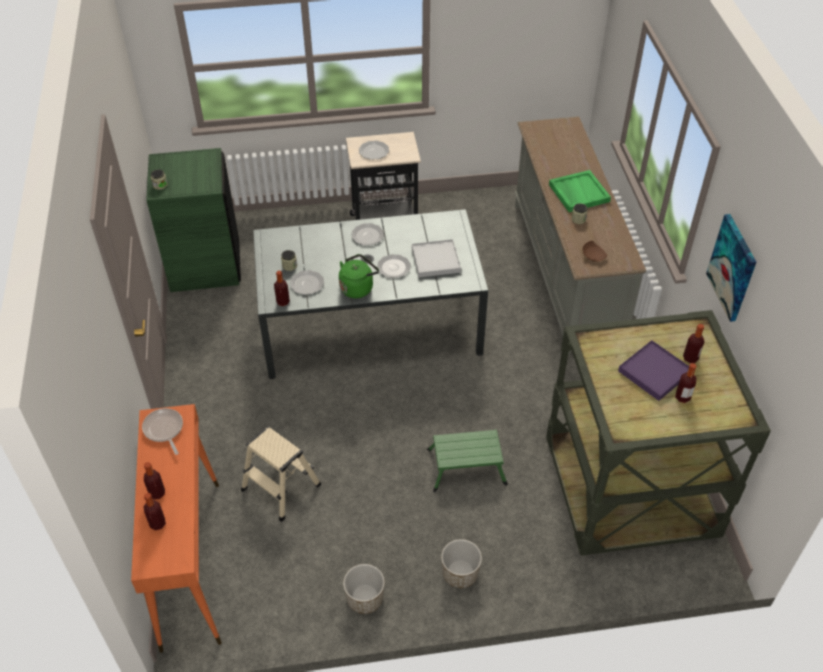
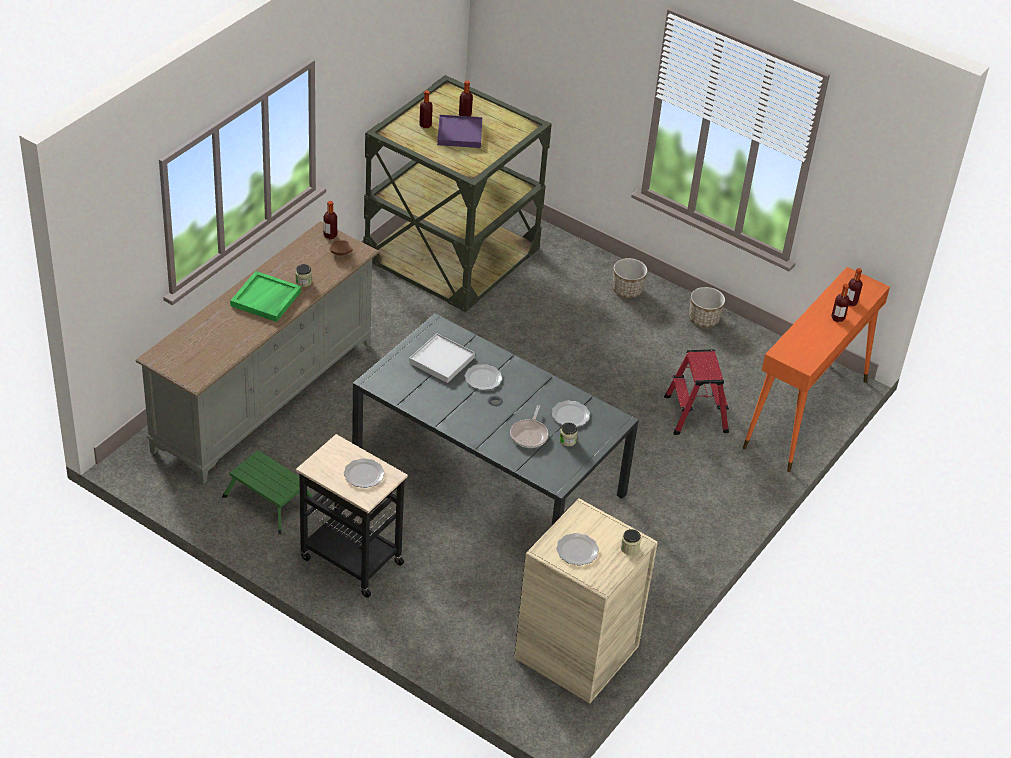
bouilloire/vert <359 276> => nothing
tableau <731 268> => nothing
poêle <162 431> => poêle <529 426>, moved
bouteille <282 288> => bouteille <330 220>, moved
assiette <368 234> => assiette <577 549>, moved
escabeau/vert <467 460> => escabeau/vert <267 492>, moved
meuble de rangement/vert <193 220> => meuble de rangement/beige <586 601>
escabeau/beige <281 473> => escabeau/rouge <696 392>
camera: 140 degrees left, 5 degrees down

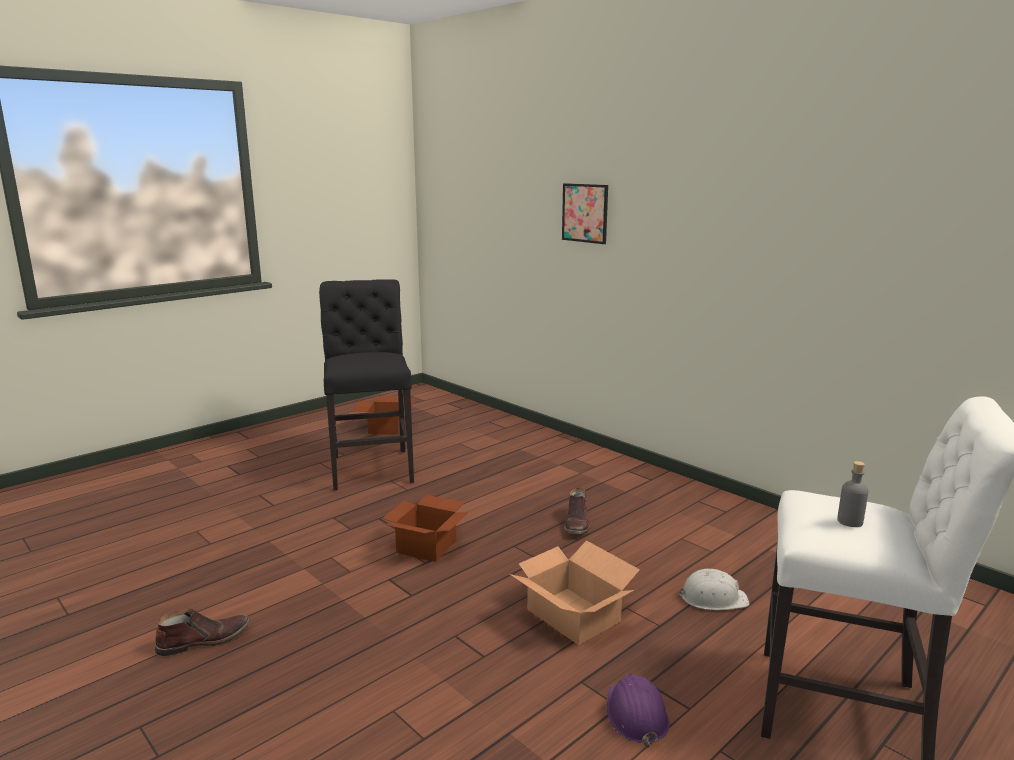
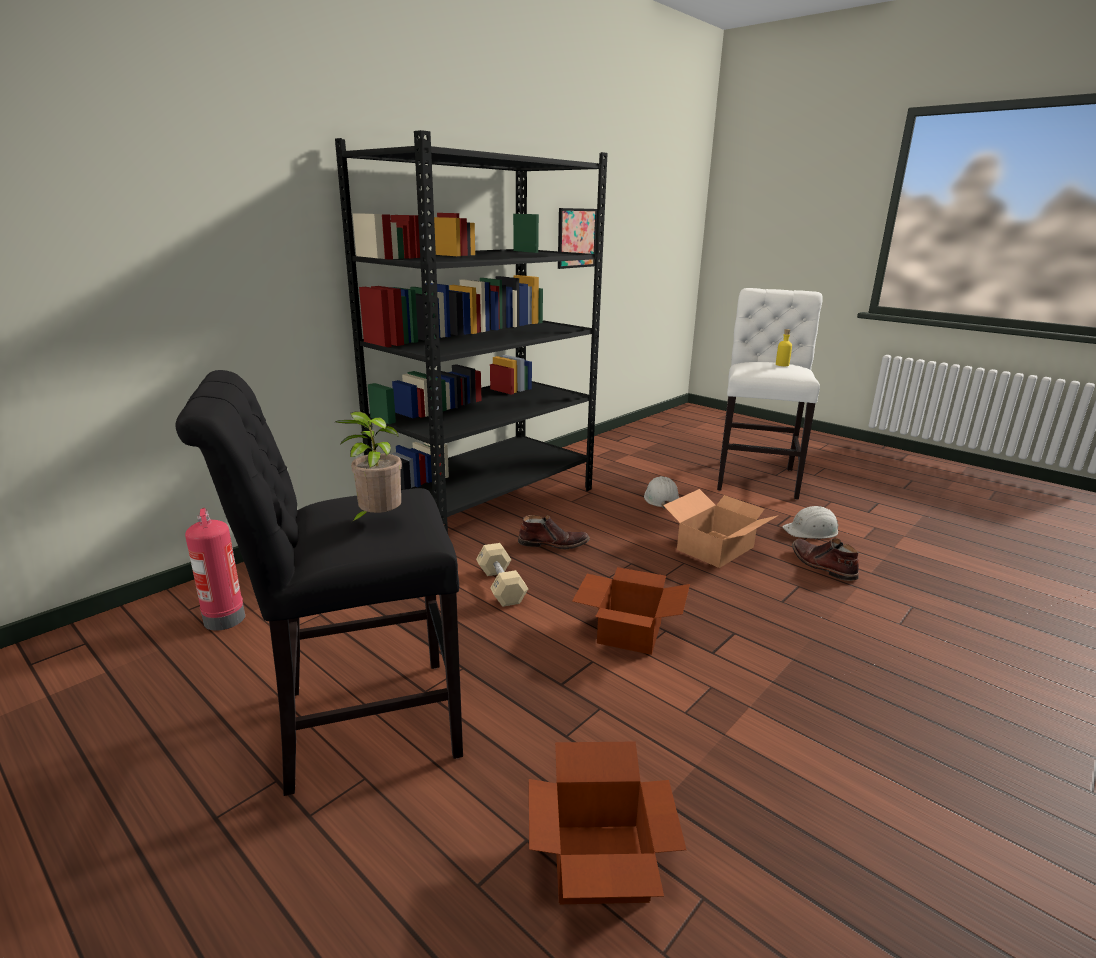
nothing => extincteur <215 569>
nothing => bibliothèque/noir <471 331>
nothing => plante en pot <368 468>
nothing => haltère/beige <502 575>
botte/marron <203 632> => botte/marron <825 559>, moved
carton <384 415> => carton <608 823>, moved
tableau <585 213> => tableau <577 238>, moved
casque de chantier/violet <638 710> => casque de chantier/blanc <810 522>
bouteille/gris <852 494> => bouteille/jaune <784 347>
camera: 95 degrees left, 5 degrees up

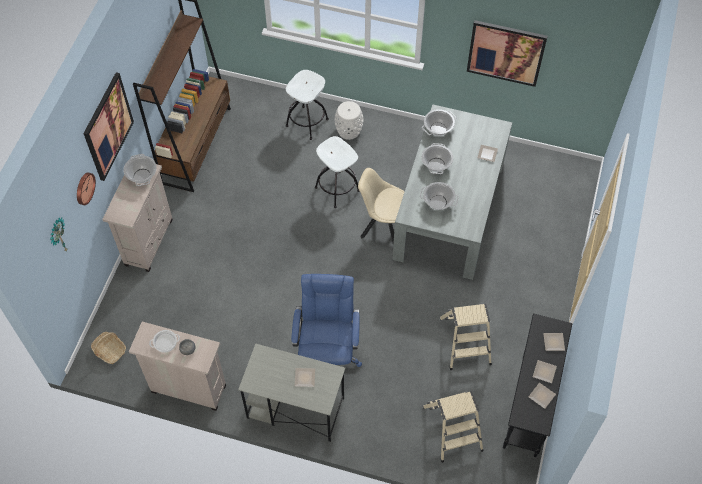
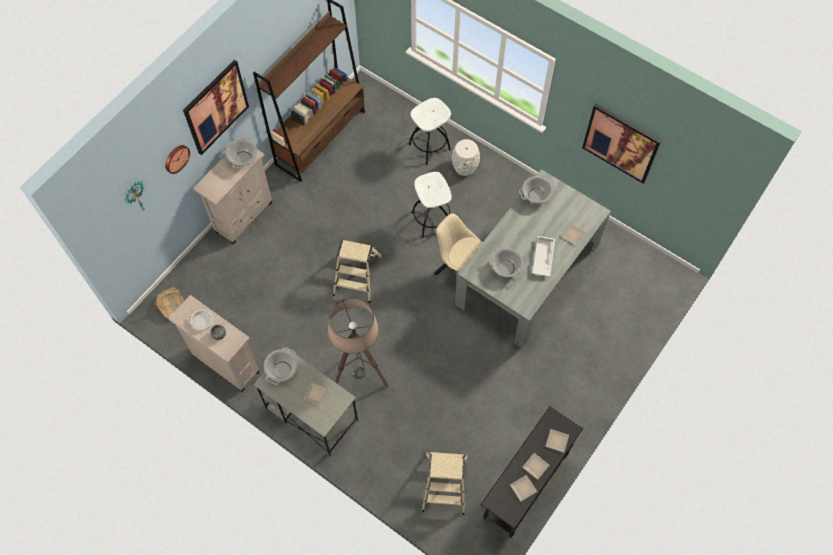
nothing => plateau/blanc <543 256>
marmite <437 158> => marmite <281 366>, moved
escabeau/beige <466 337> => escabeau/beige <358 271>, moved
chaise de bureau/bleu <326 320> => lampadaire <358 343>
camera: 20 degrees right, 5 degrees up

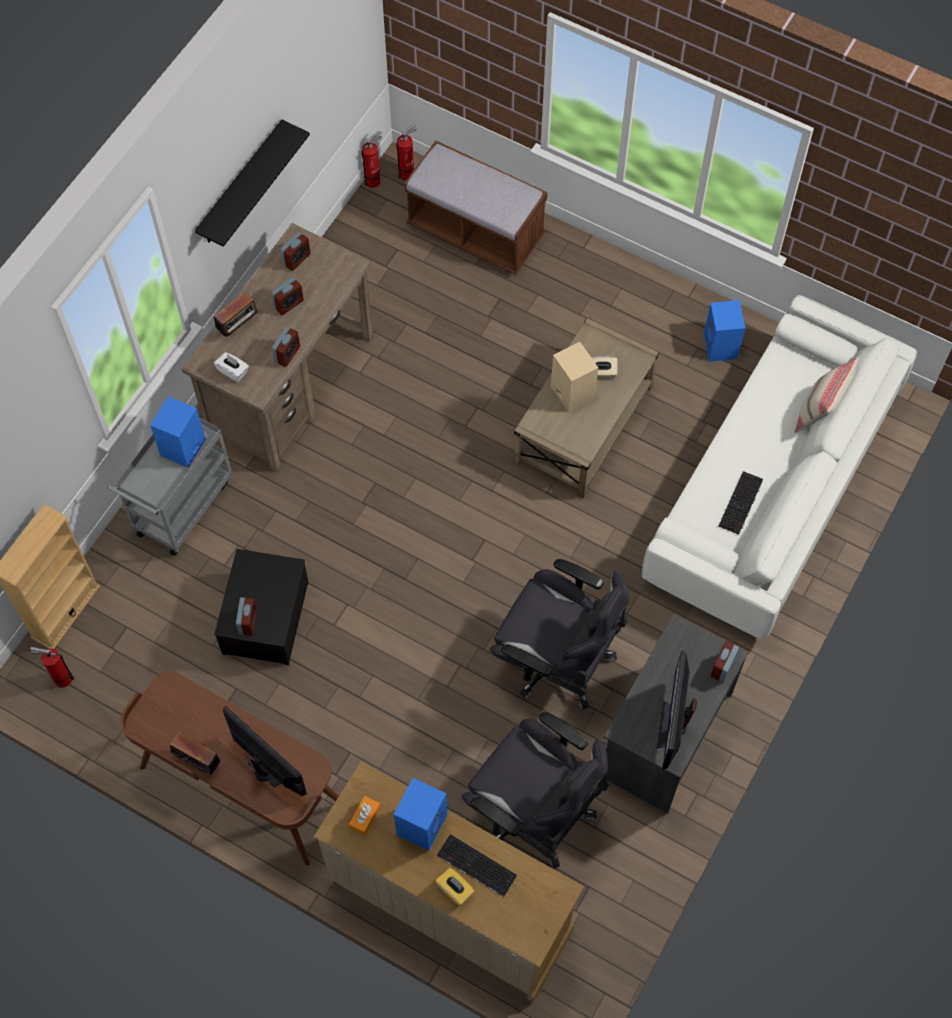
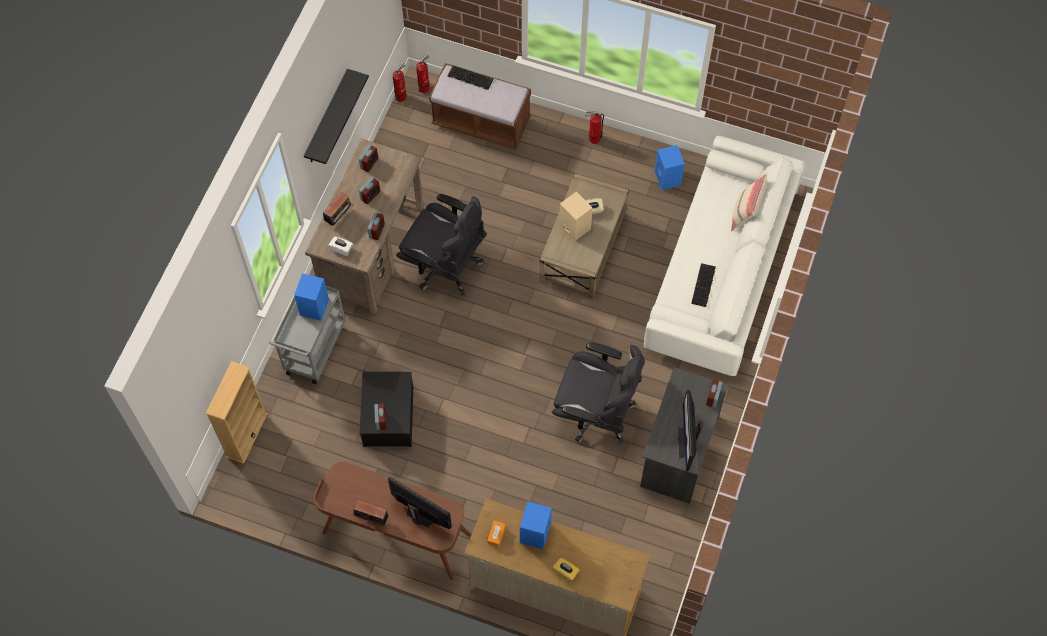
extincteur <52 667> => extincteur <594 127>, moved
clavier <477 865> => clavier <471 77>, moved
chaise de bureau/noir <535 790> => chaise de bureau/noir <441 245>, moved
camera: 10 degrees left, 0 degrees up

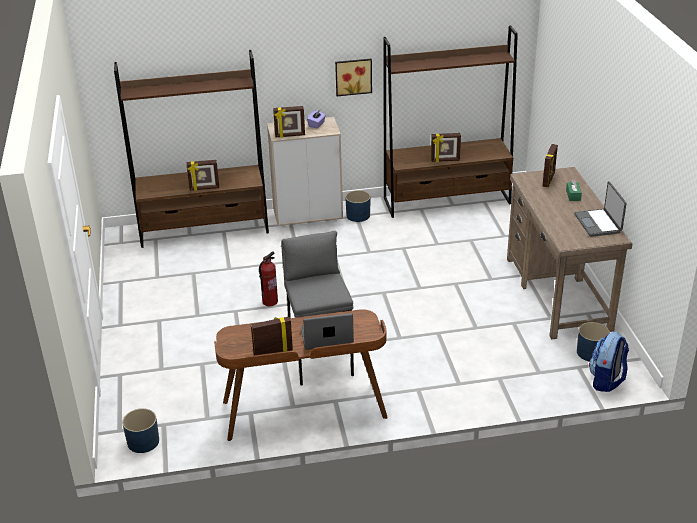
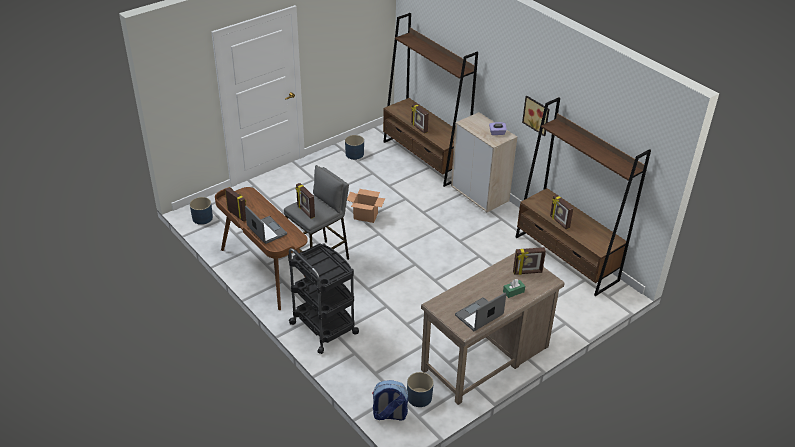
nothing => chariot/noir <324 298>
cadre photo <289 122> => cadre photo <305 201>, moved
cache-pot/bleu <357 206> => cache-pot/bleu <354 147>, moved
extincteur <268 278> => carton <366 206>
camera: 60 degrees right, 5 degrees up

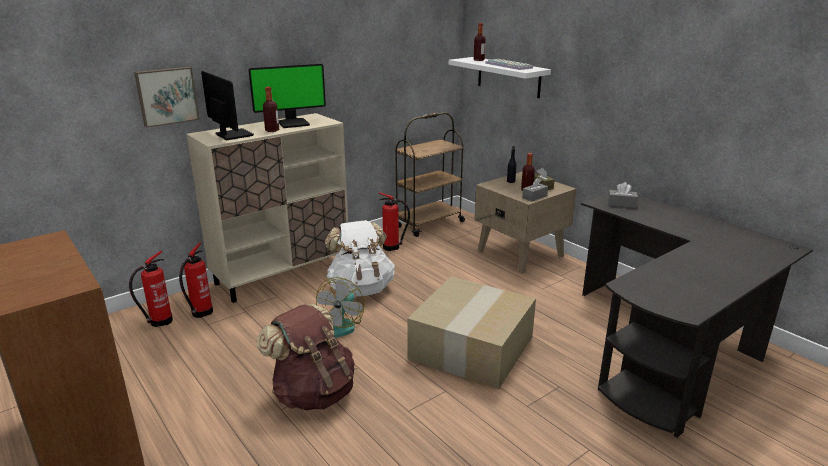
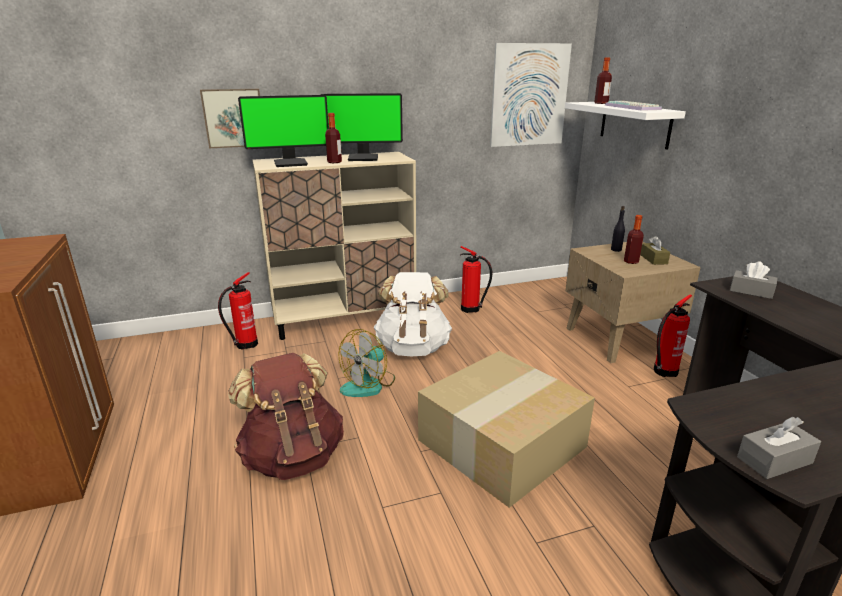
chariot/marron <430 174> => nothing
nothing => tableau <531 95>
extincteur <151 289> => extincteur <673 335>, moved
boîte à mouchoirs/gris <535 189> => boîte à mouchoirs/gris <779 448>, moved
écran d'ordinateur <227 105> => écran d'ordinateur <283 131>, 90 degrees clockwise
camera: 20 degrees right, 0 degrees up

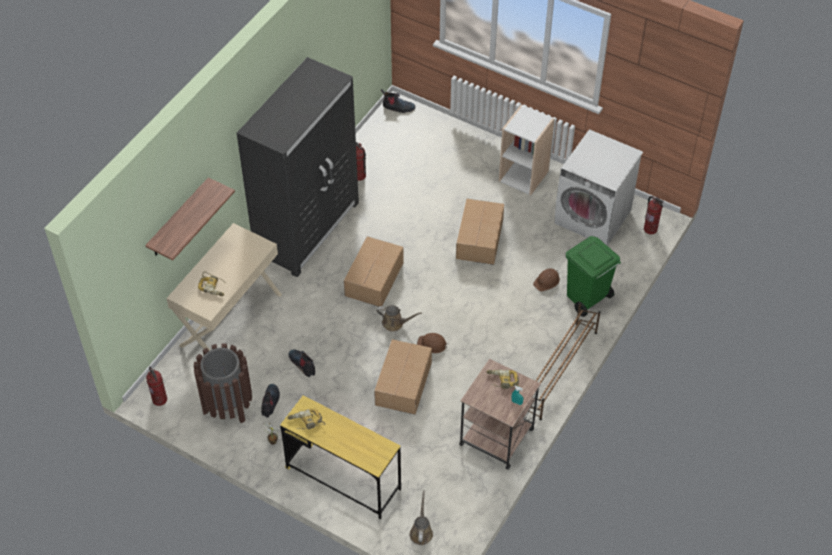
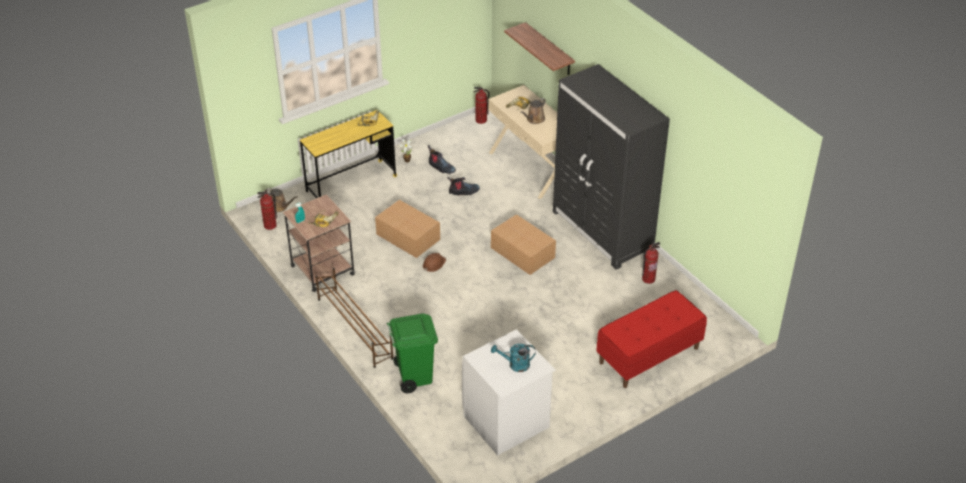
poubelle/marron <223 383> => nothing
botte <398 101> => nothing
carton <480 232> => nothing
bibliothèque <527 149> => nothing
casque de chantier/marron <546 280> => nothing
nothing => arrosoir/turquoise <513 358>
nothing => banc/rouge <651 339>
arrosoir/marron <399 318> => arrosoir/marron <533 111>, moved
extincteur <654 215> => extincteur <267 210>, moved
camera: 115 degrees right, 10 degrees down

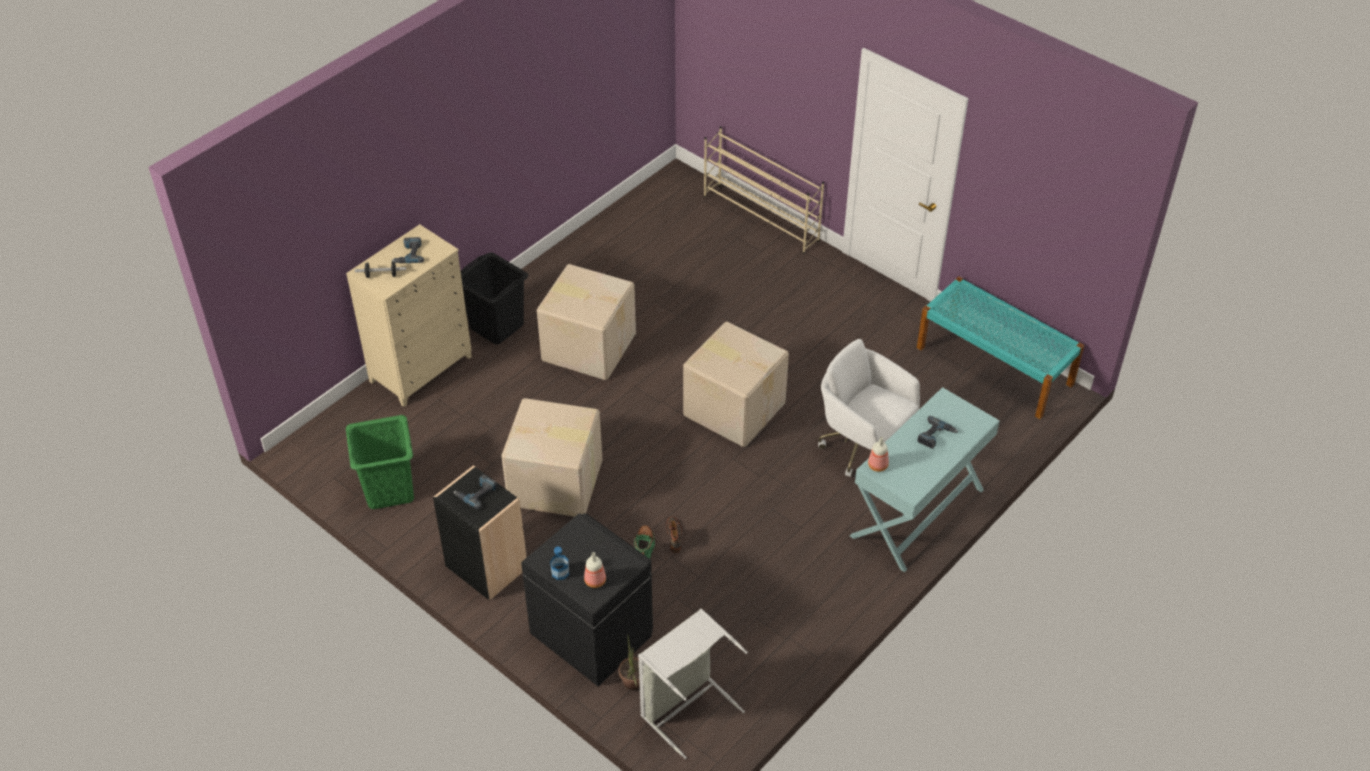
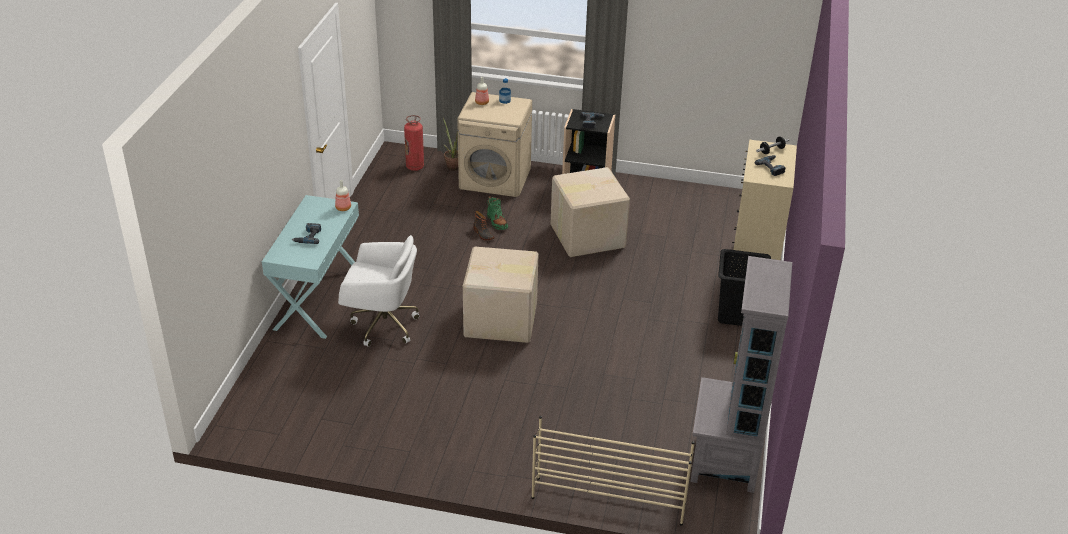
panier à linge/vert <380 462> => nothing
carton <586 322> => nothing
banc/turquoise <1000 347> => nothing
nothing => meuble de rangement/gris <741 374>
panier à linge/gris <693 683> => extincteur <414 143>
lave-linge/noir <587 599> => lave-linge/beige <494 144>
camera: 150 degrees right, 10 degrees down

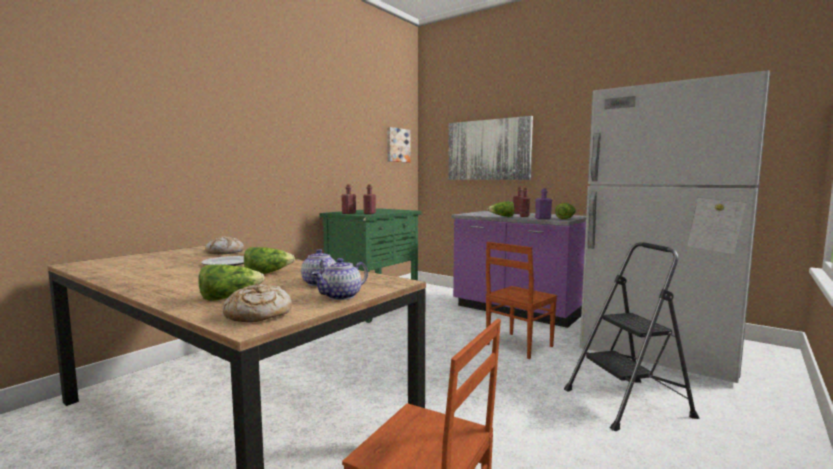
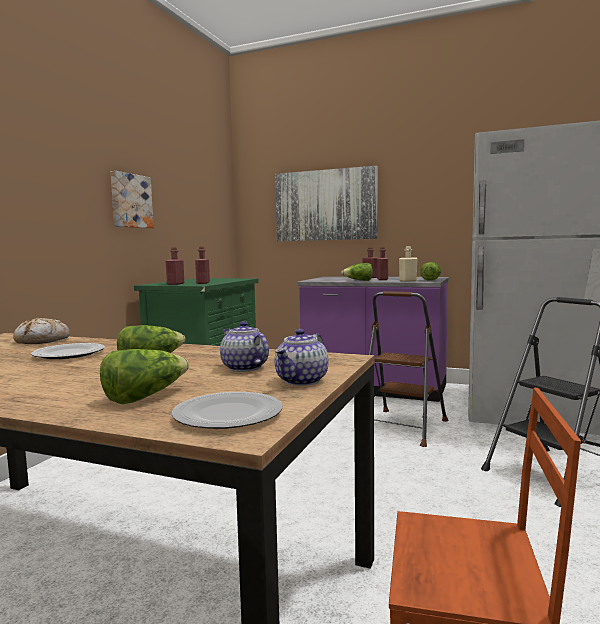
tableau <399 144> => tableau <132 199>, moved
pain <257 303> => assiette <227 410>
chaise/marron <521 300> => escabeau/marron <408 369>
bouteille/violet <543 203> => bouteille/beige <408 264>
camera: 15 degrees left, 0 degrees up

